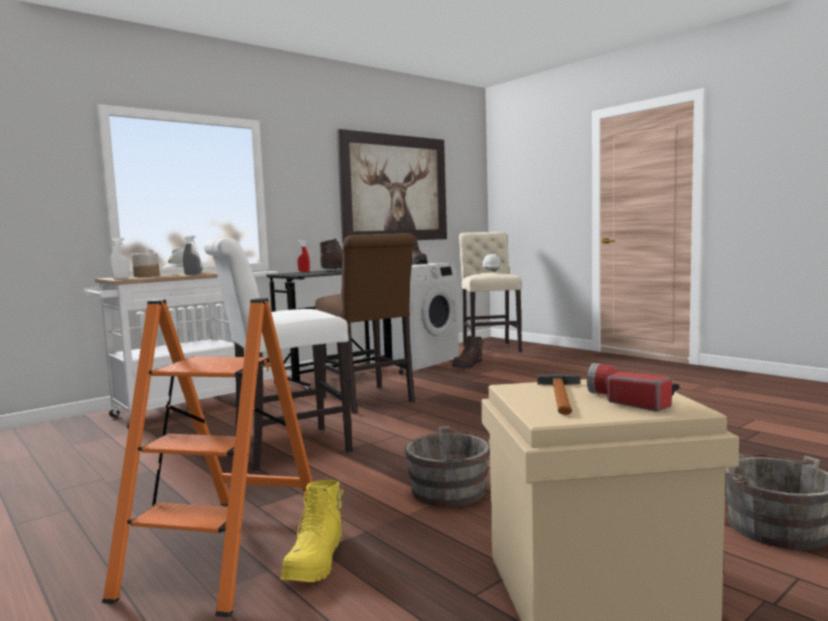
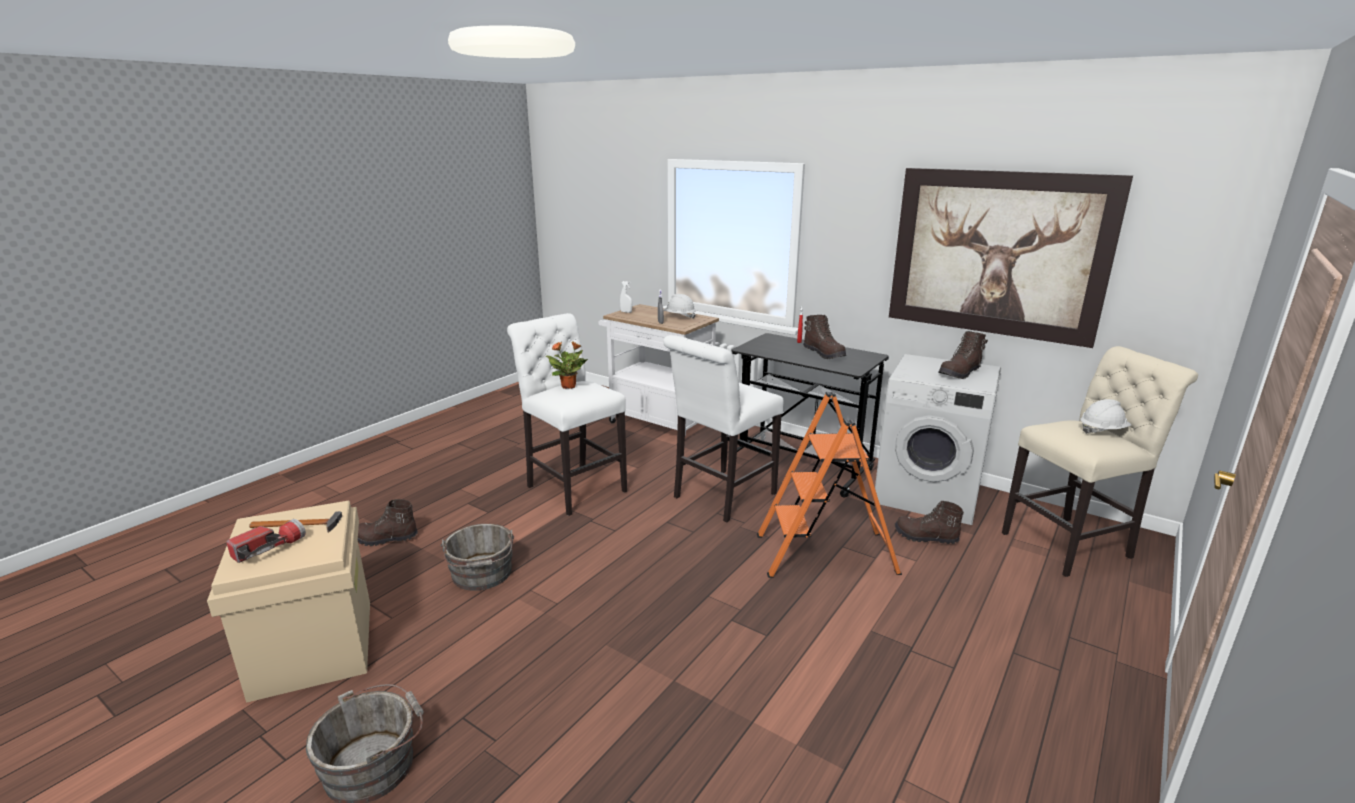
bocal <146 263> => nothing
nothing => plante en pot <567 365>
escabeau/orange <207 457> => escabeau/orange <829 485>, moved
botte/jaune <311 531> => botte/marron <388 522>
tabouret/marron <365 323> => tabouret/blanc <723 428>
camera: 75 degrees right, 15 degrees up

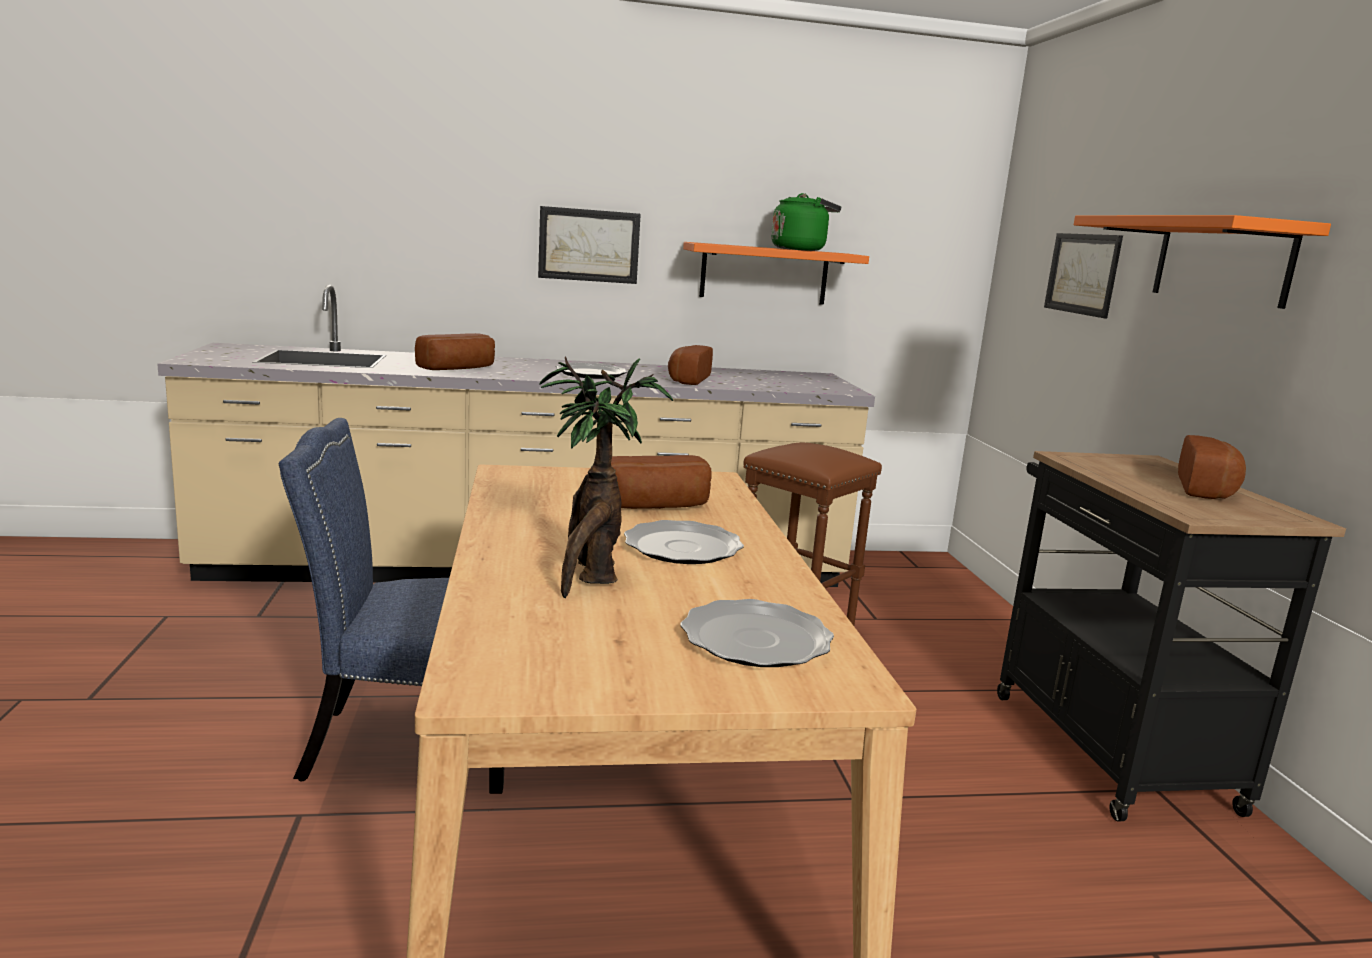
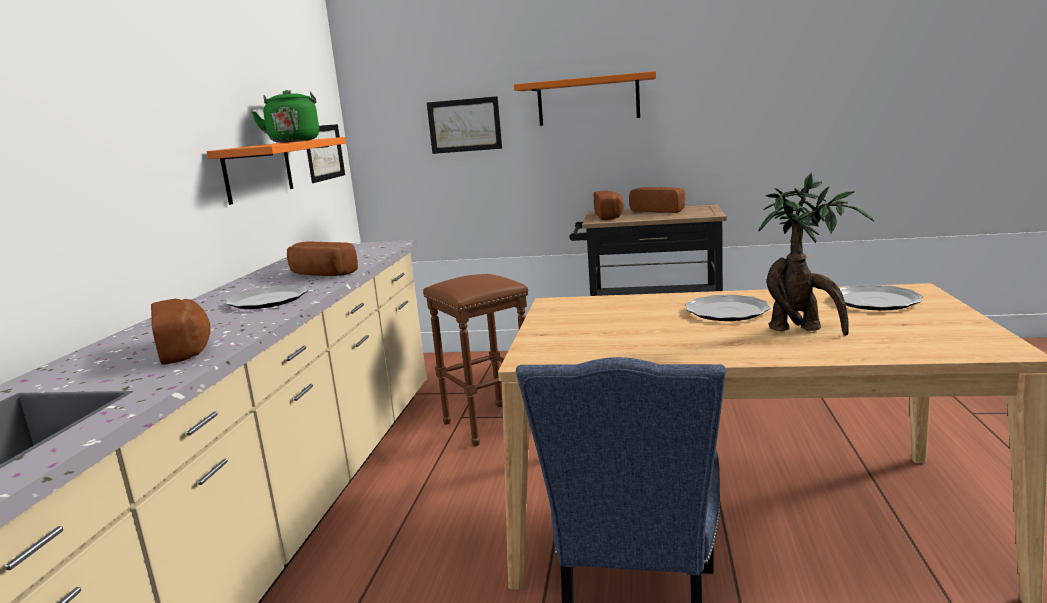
tableau <589 245> => tableau <326 153>, moved
pain <661 482> => pain <609 205>, moved
camera: 70 degrees left, 0 degrees up

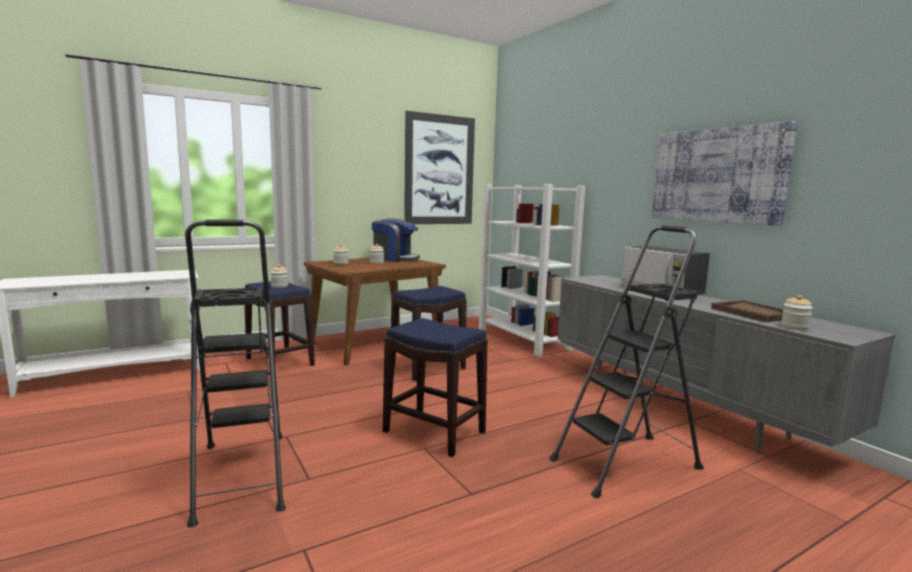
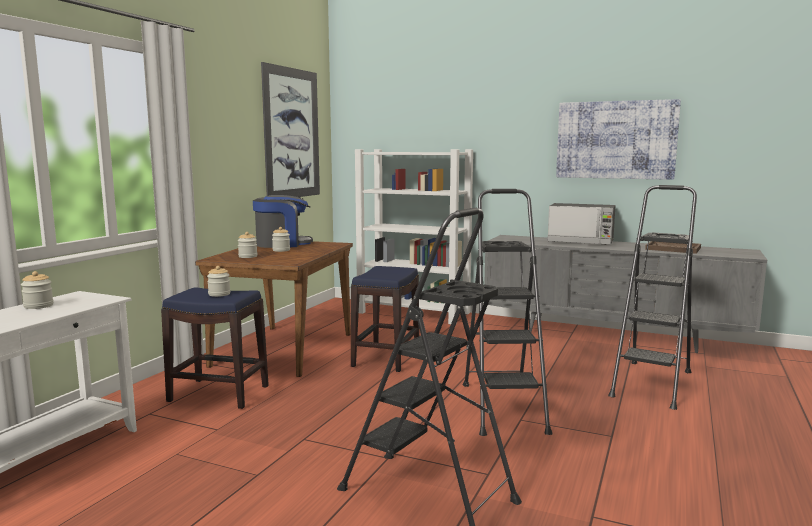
bocal <797 312> => bocal <37 290>, moved
tabouret <435 387> => escabeau <508 312>
camera: 35 degrees left, 0 degrees up

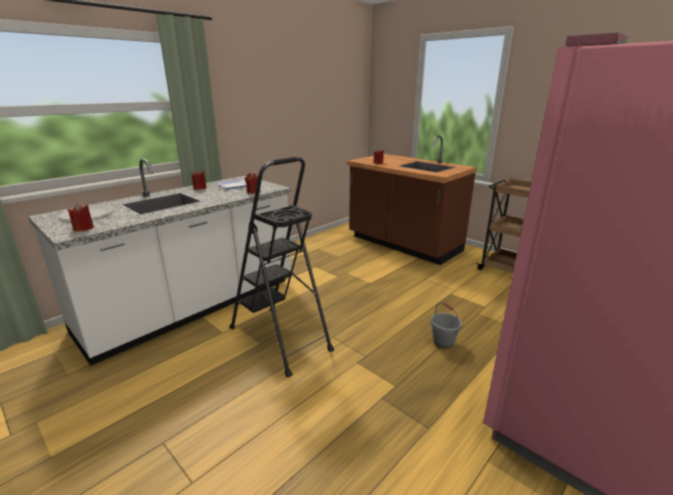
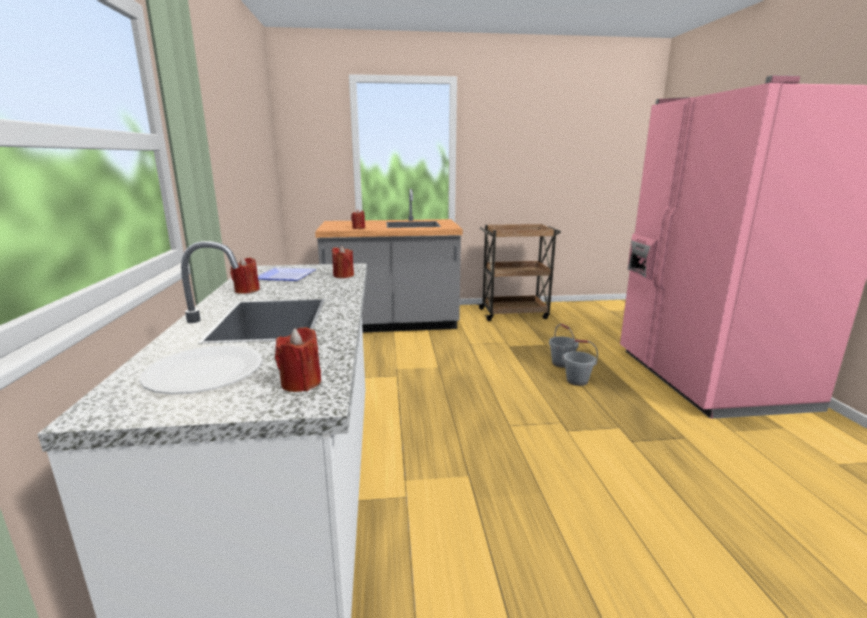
escabeau <281 267> => nothing
nothing => seau/gris <564 346>
comptoir de cuisine/marron <412 200> => comptoir de cuisine/gris <389 260>
camera: 50 degrees left, 5 degrees down

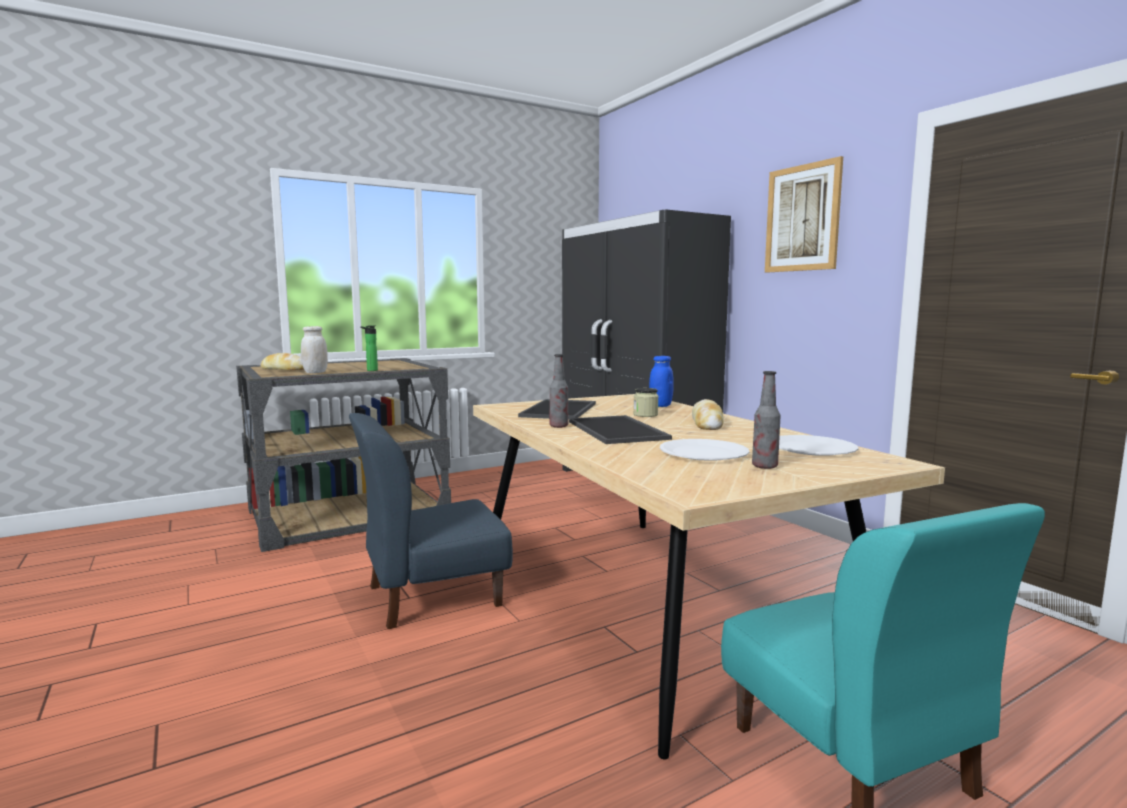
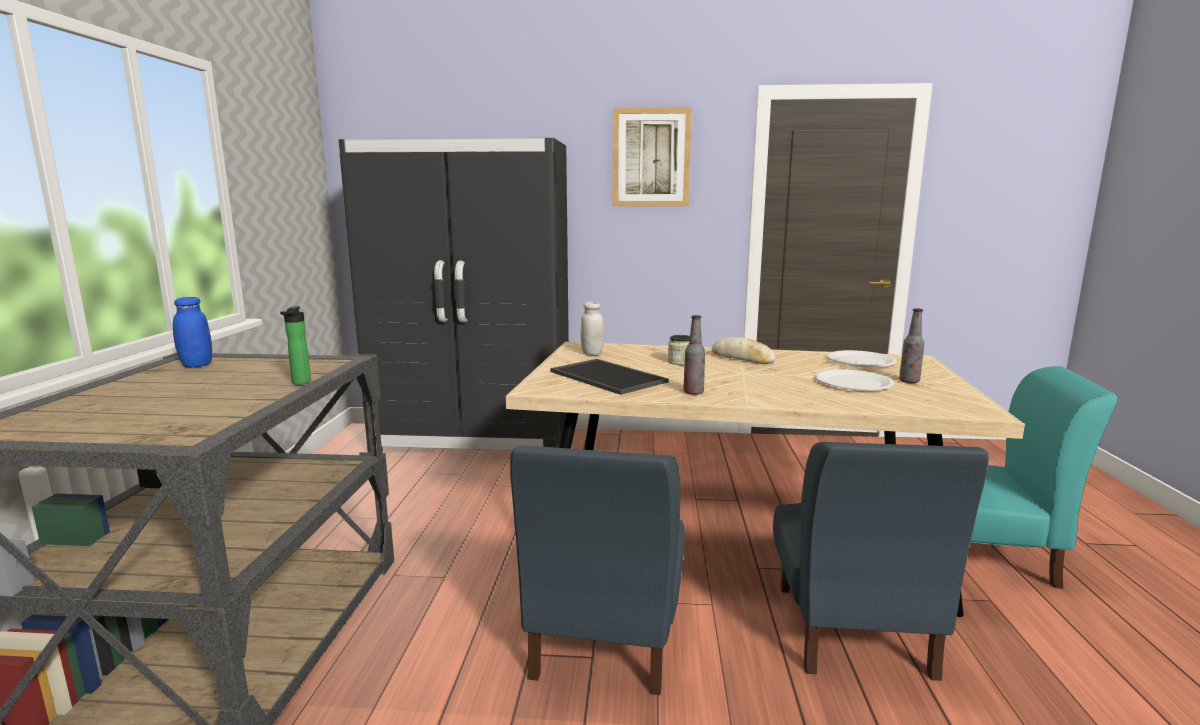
pain <282 361> => nothing
plateau <620 429> => nothing
nothing => chaise/bleu <881 561>
bocal/blanc <314 349> => bocal/blanc <592 328>, moved
bocal/bleu <661 381> => bocal/bleu <192 332>, moved
camera: 55 degrees left, 5 degrees up

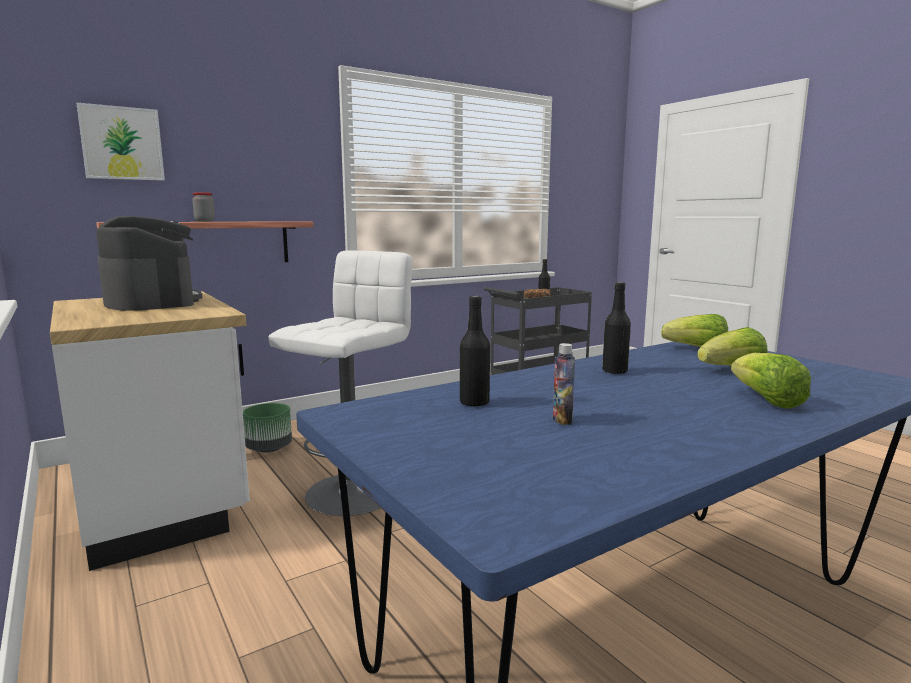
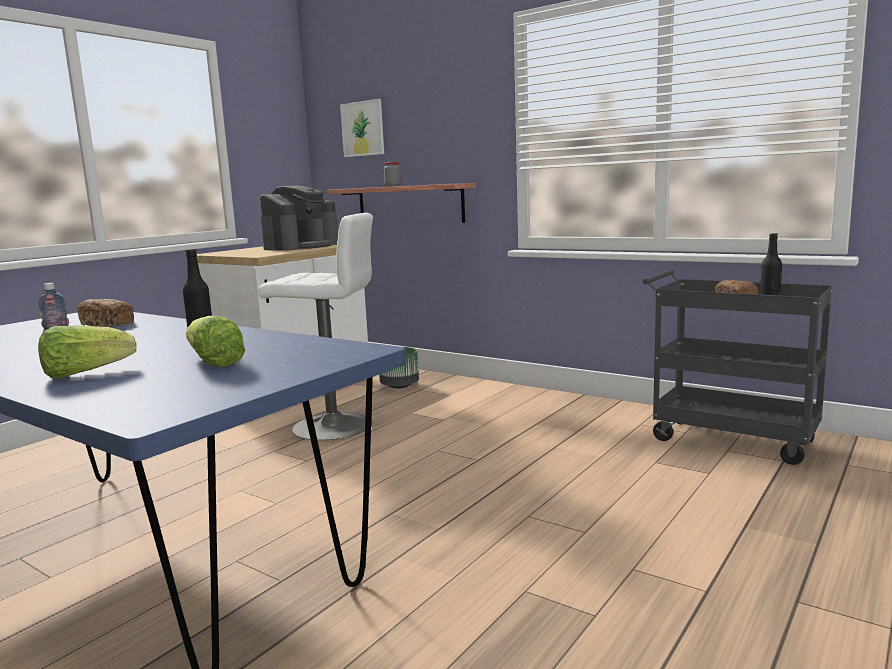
laitue <694 330> => nothing
bouteille/noir <475 351> => pain <105 313>
camera: 70 degrees right, 0 degrees up

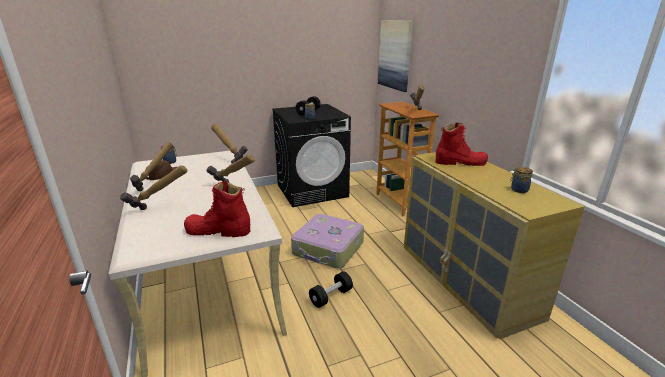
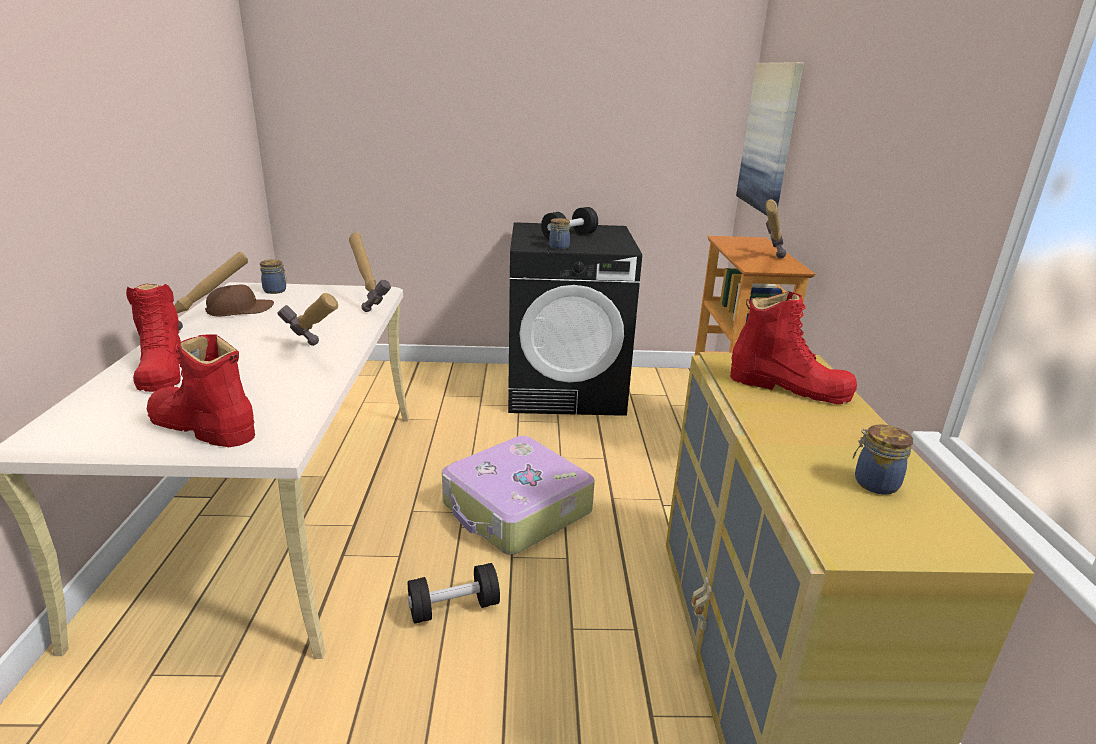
marteau <153 187> => botte/rouge <153 338>
camera: 20 degrees right, 0 degrees up

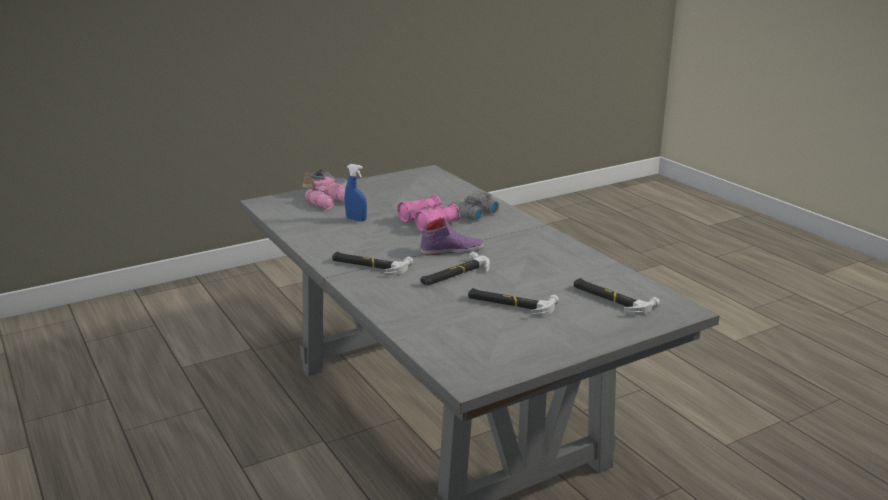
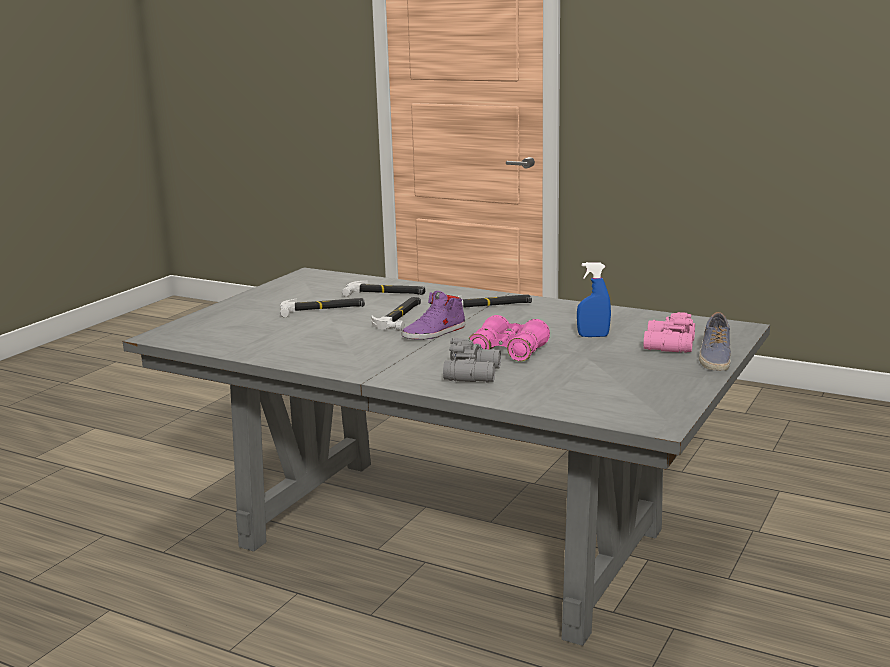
marteau <616 296> => marteau <383 289>, moved
camera: 150 degrees right, 5 degrees down

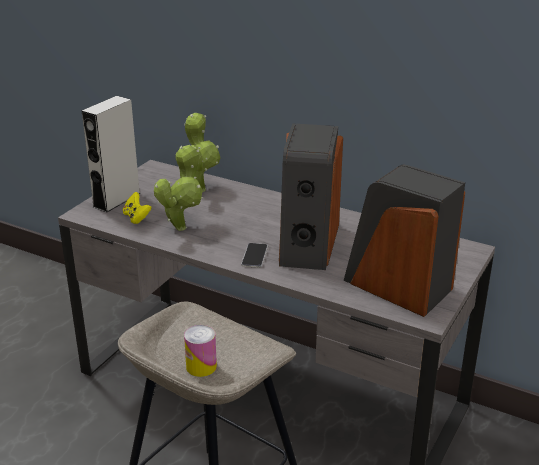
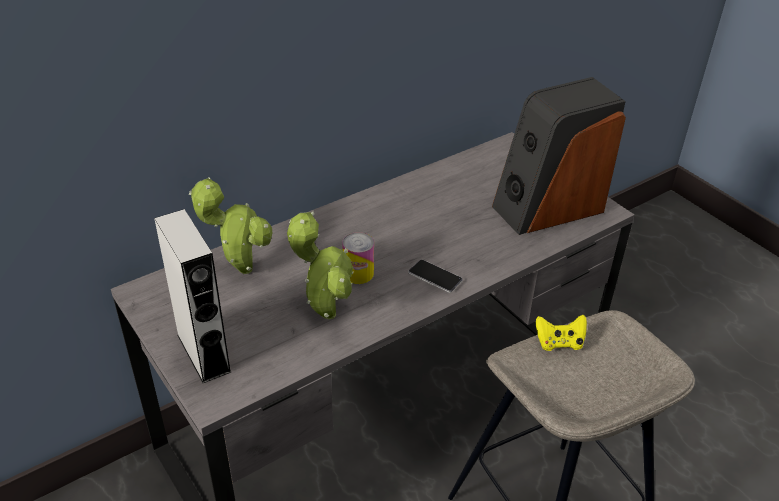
enceinte <311 196> => nothing
manette/jaune <137 208> => manette/jaune <561 333>, moved
boîte métallique <200 351> => boîte métallique <358 258>, moved
camera: 65 degrees left, 10 degrees up

